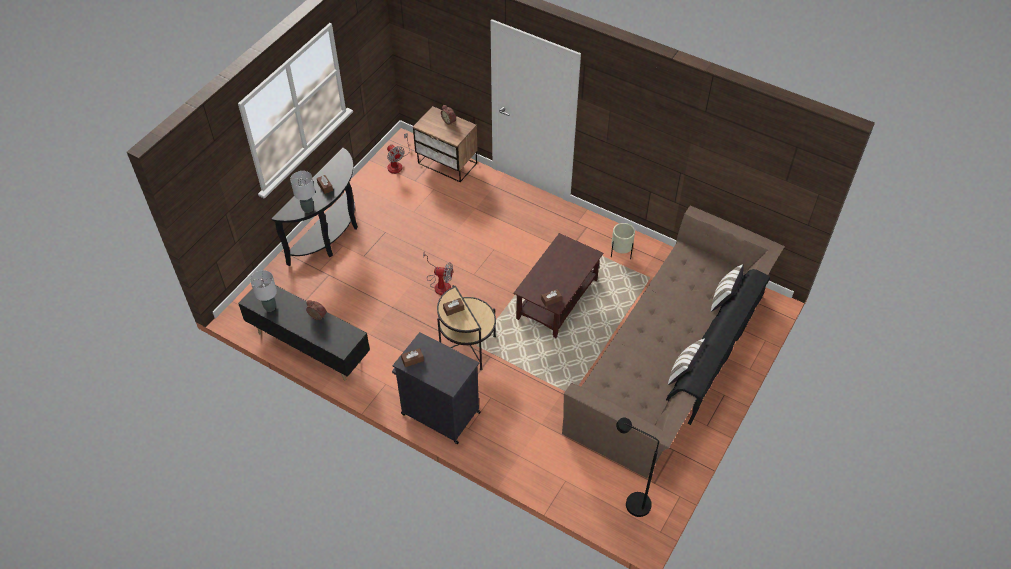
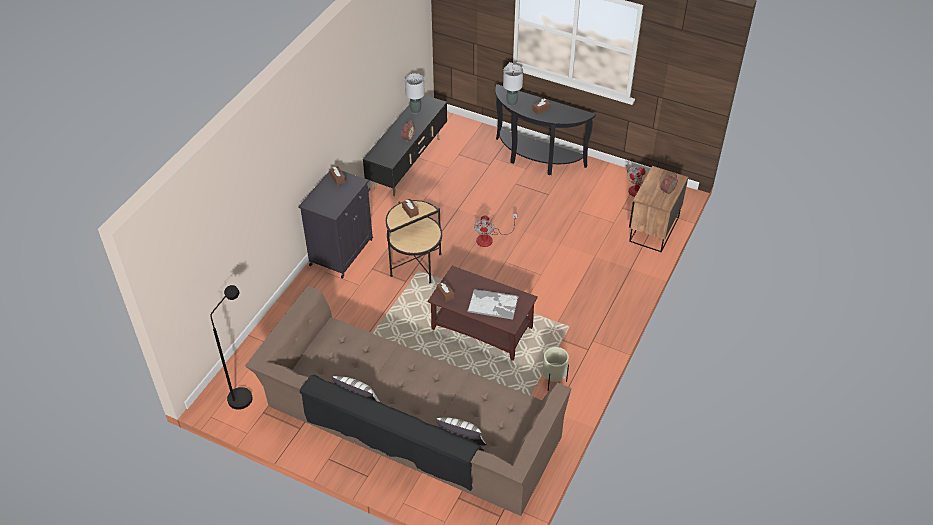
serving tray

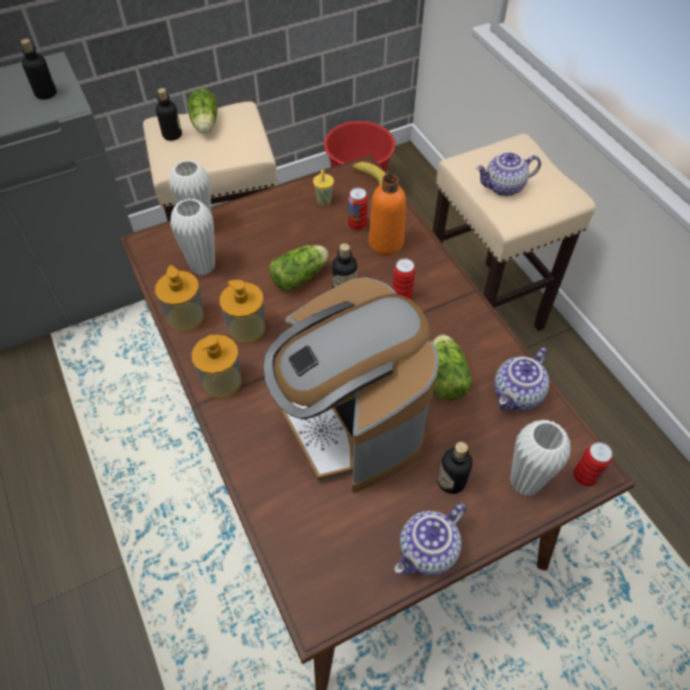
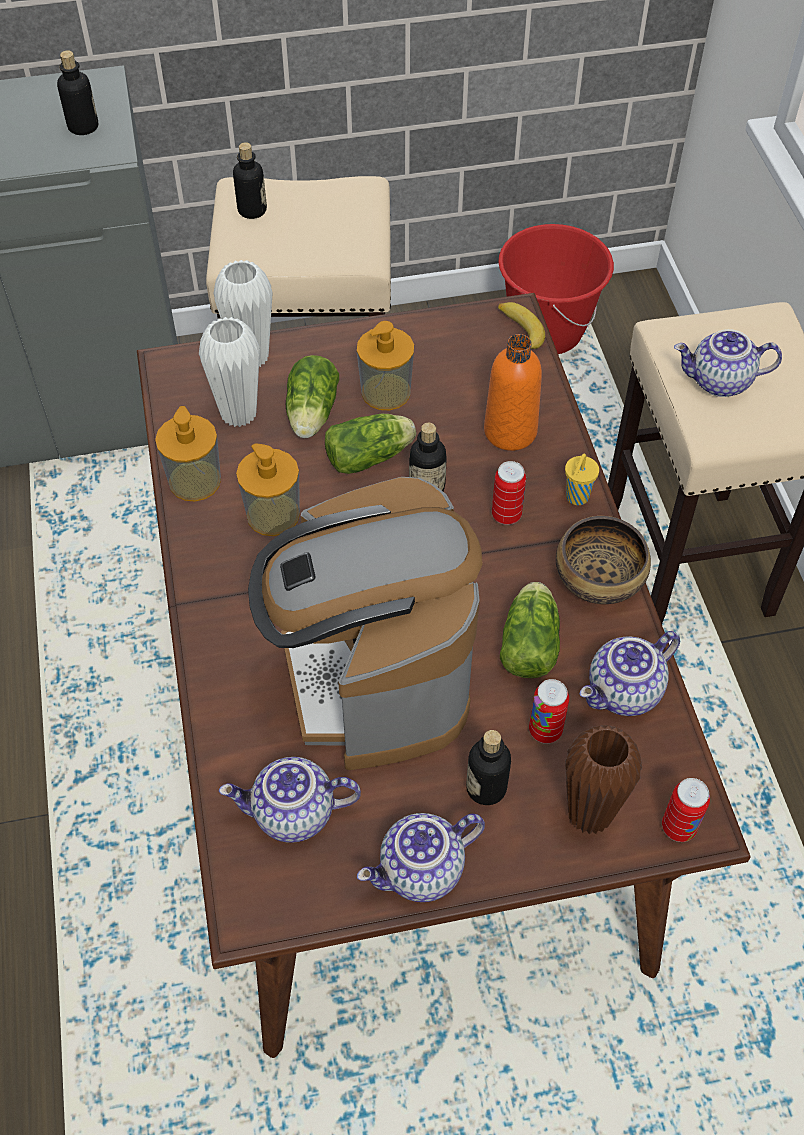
teapot (no. 1 from left)
lettuce (no. 1 from left)
soap dispenser (no. 3 from left)
can (no. 2 from left)
serving bowl
yellowish small cup
brown flower vase

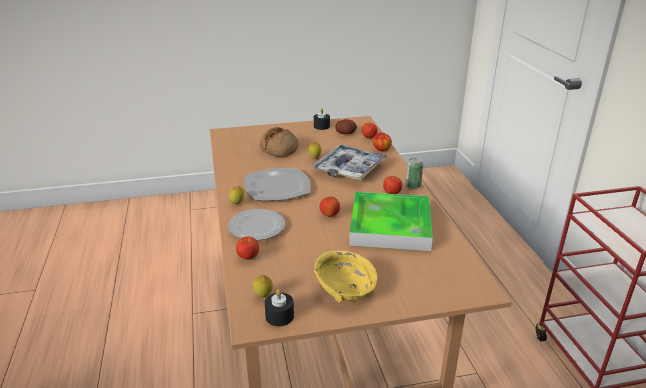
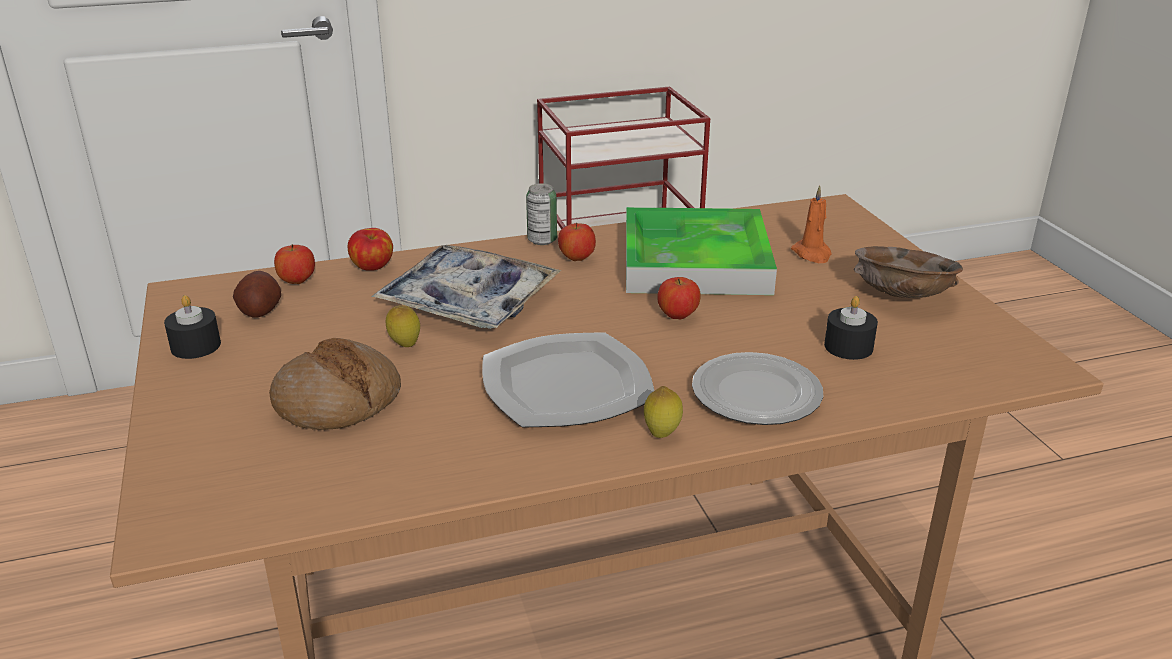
orange wax light
blackish wax light (no. 2 from left)
brown serving bowl
apple (no. 1 from left in the first image)
lemon (no. 2 from left in the first image)

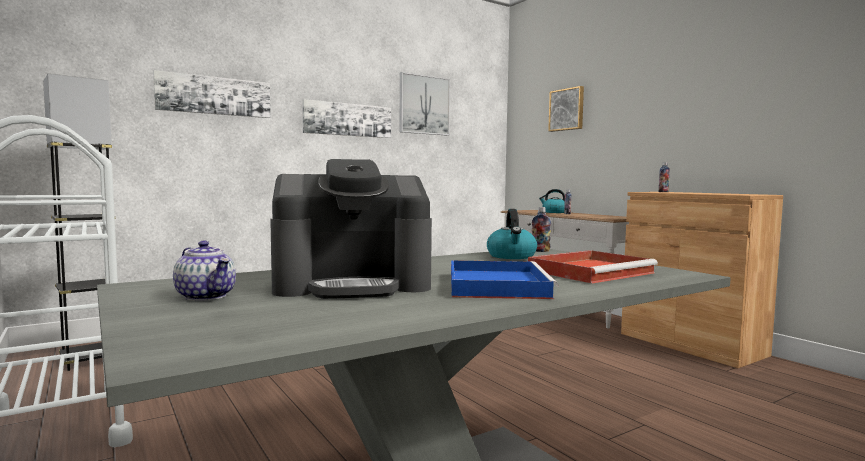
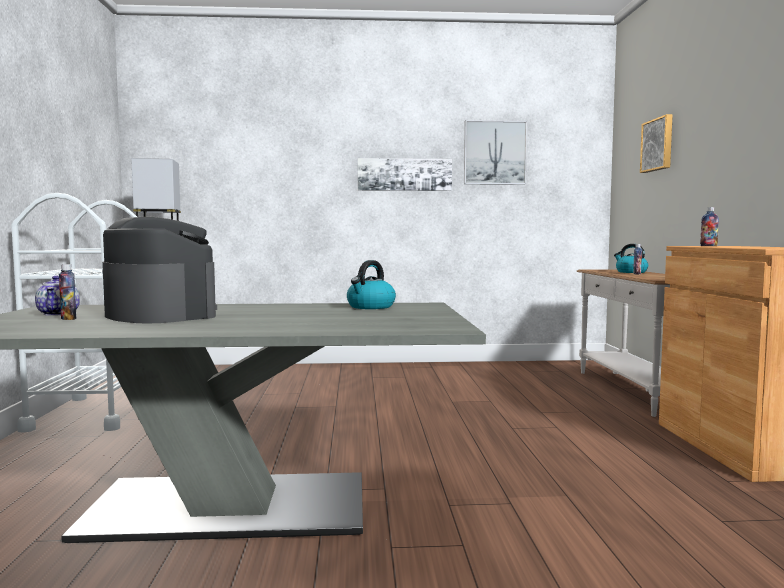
bottle (no. 1 from left)
coffee maker
wall art (no. 1 from left in the first image)
blue-coloured serving tray
red serving tray

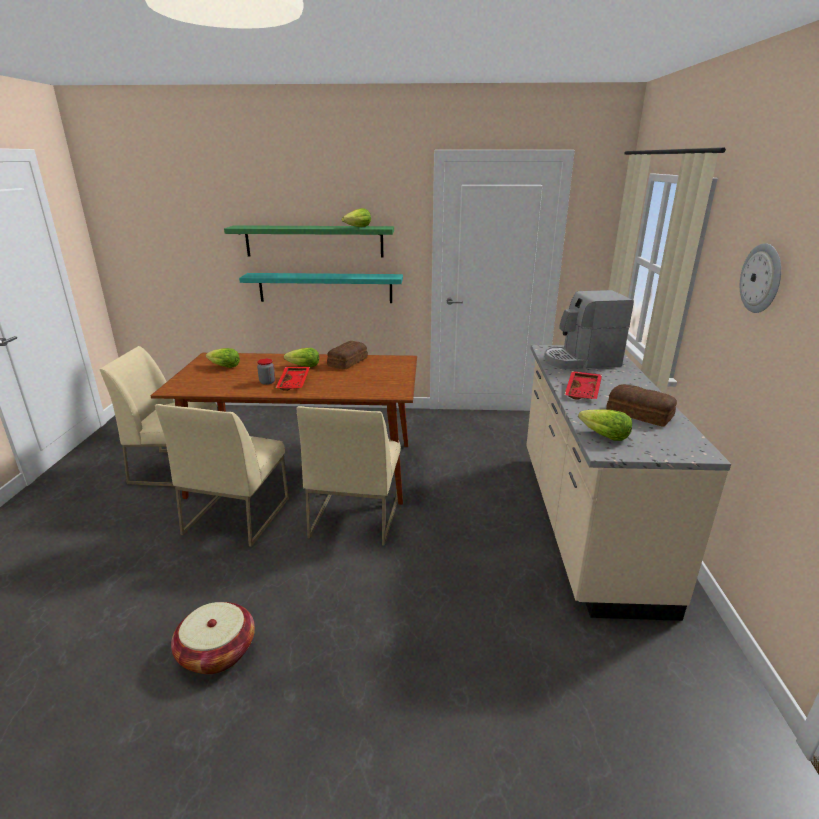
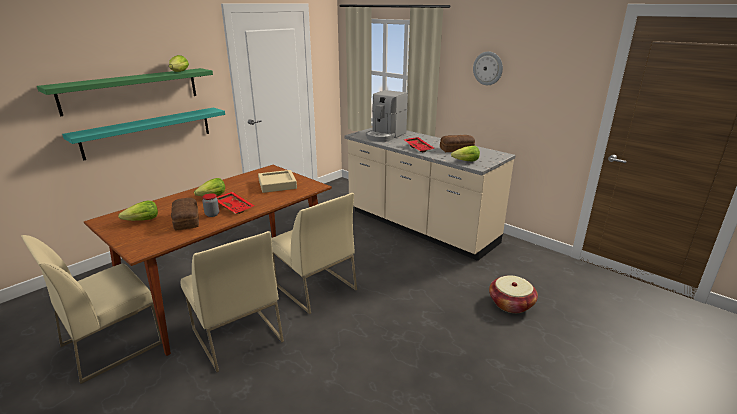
bread (no. 1 from left)
beige-coloured serving tray
basket

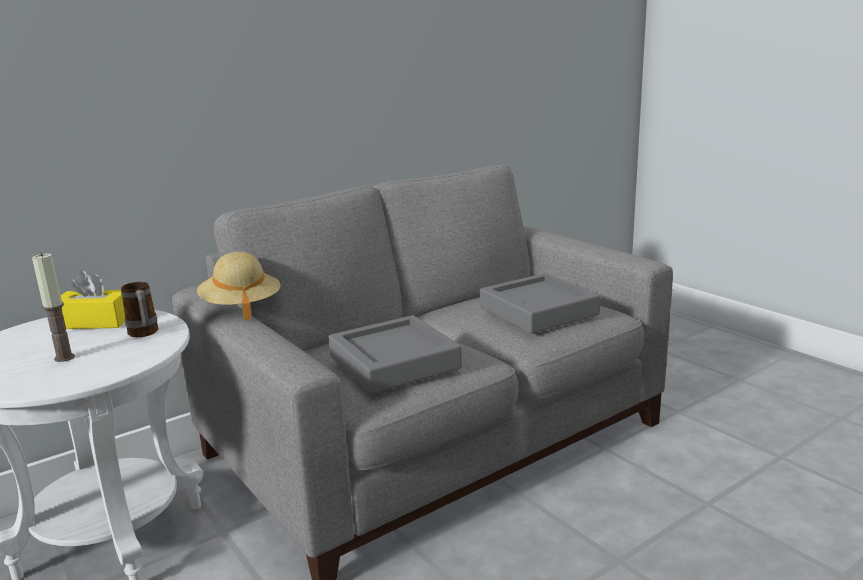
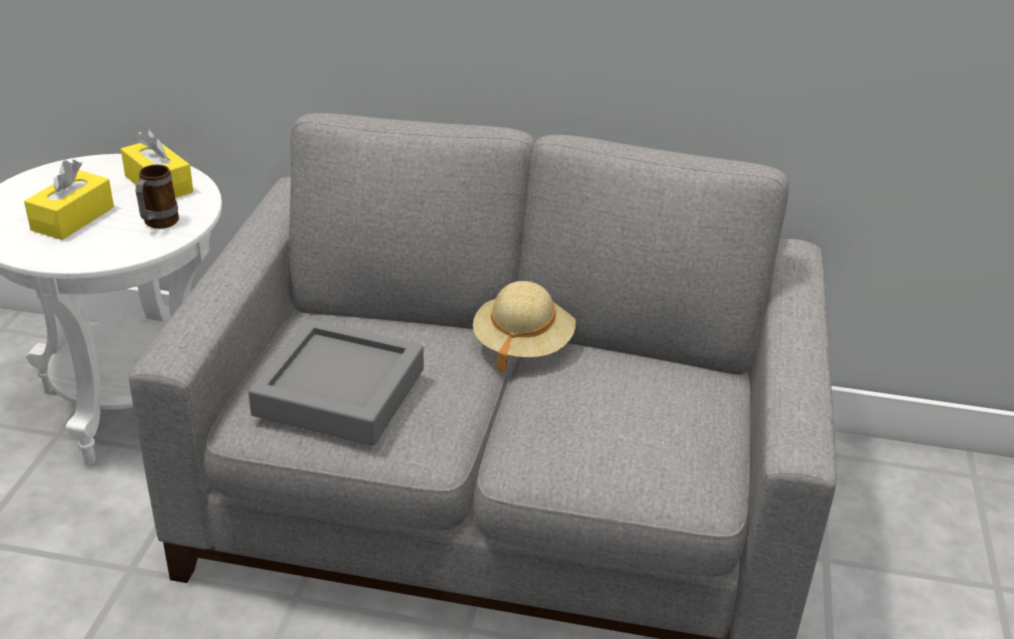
yellowish tissue box (no. 1 from left)
beige-coloured hat
grey serving tray (no. 2 from left in the first image)

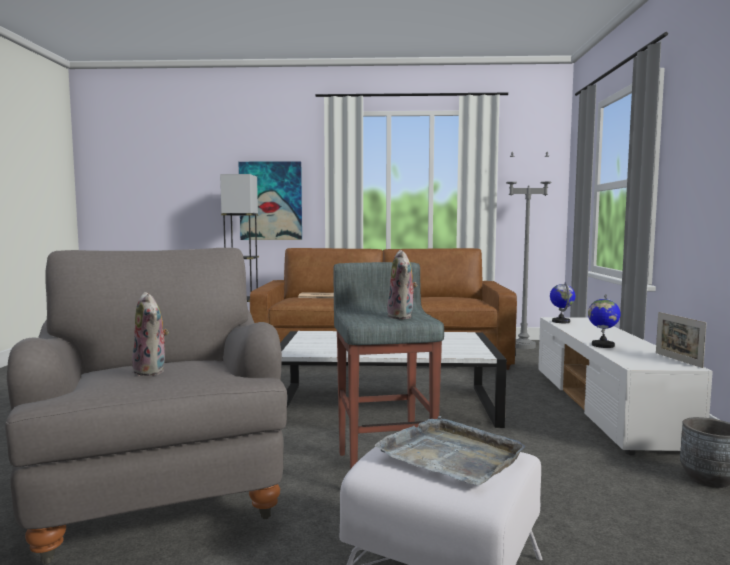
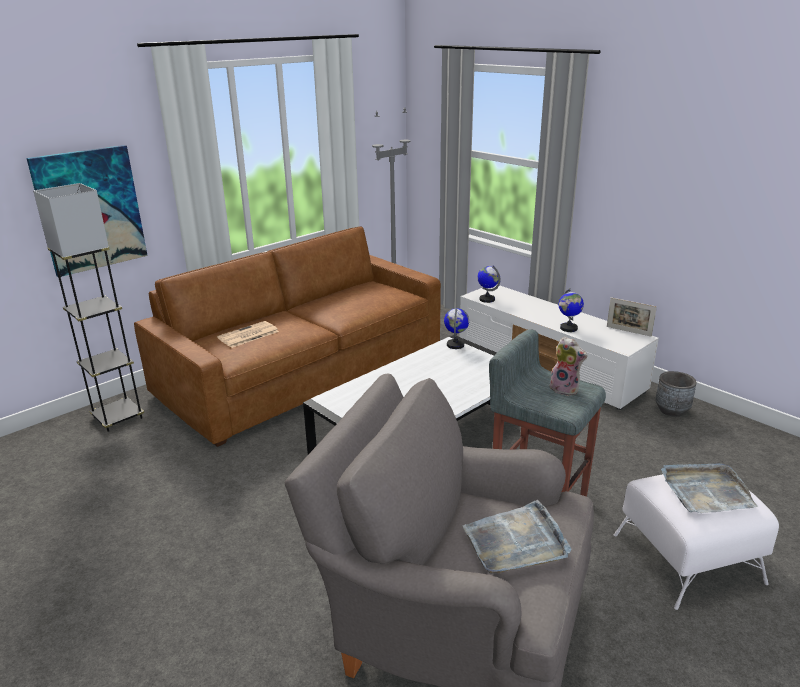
desk globe (no. 1 from left)
grey serving tray (no. 1 from left)

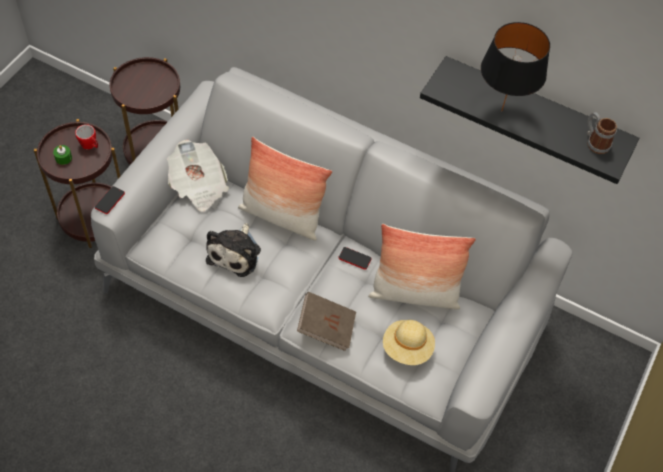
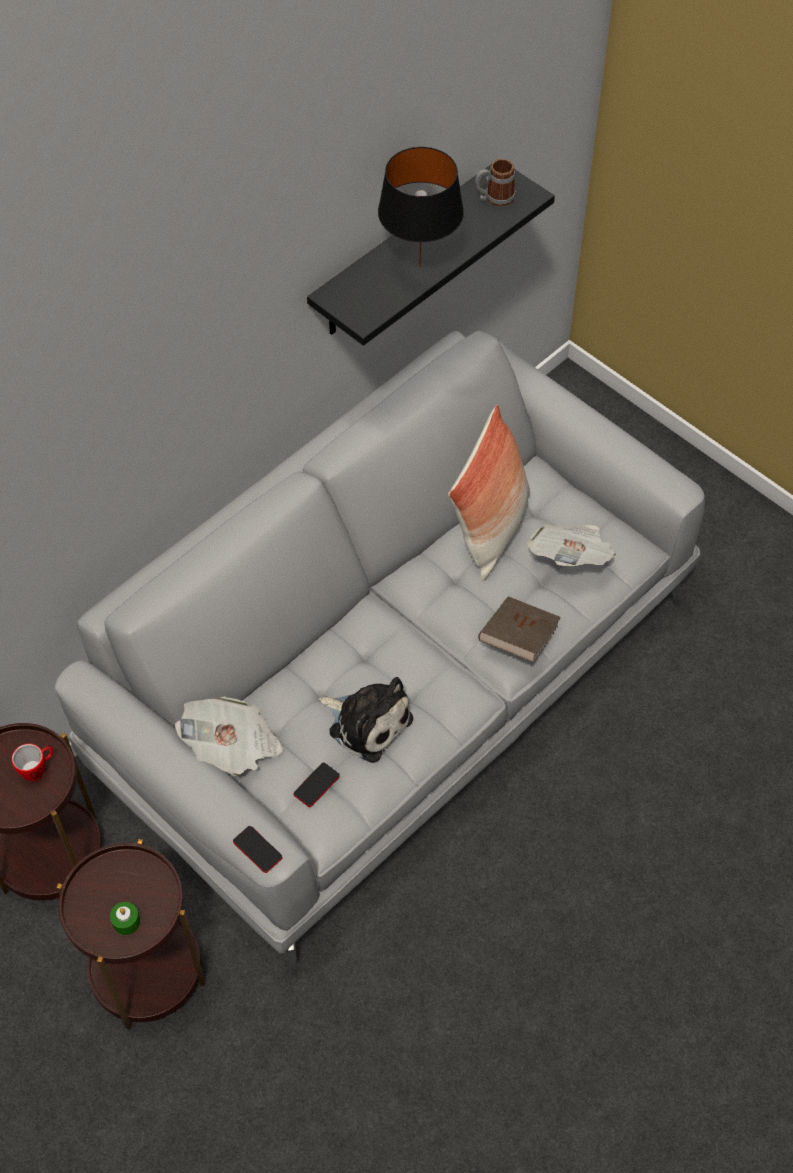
coffee mug (no. 1 from left)
telephone (no. 2 from left)
newspaper (no. 2 from left)
pillow (no. 1 from left in the first image)

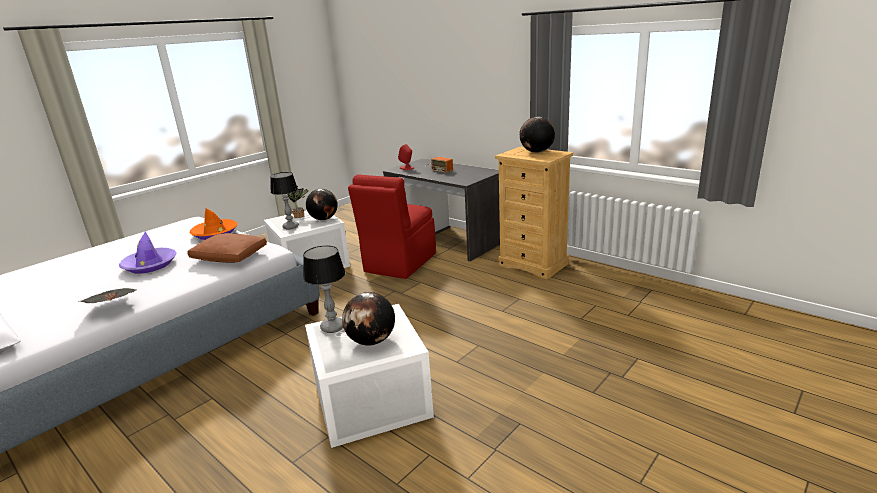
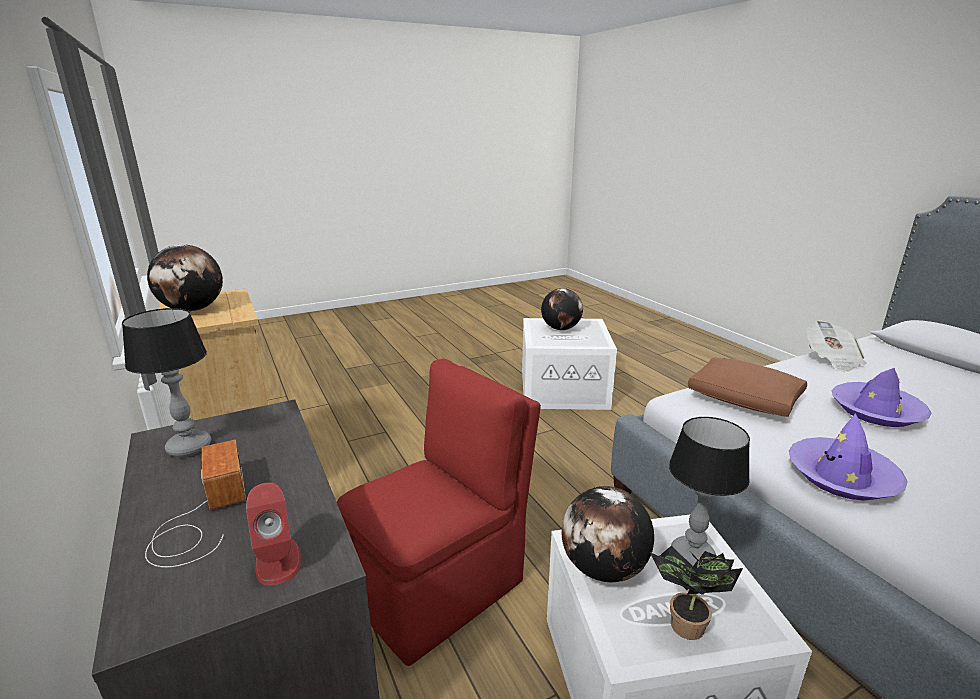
table lamp (no. 1 from left)
purplish hat (no. 1 from left)

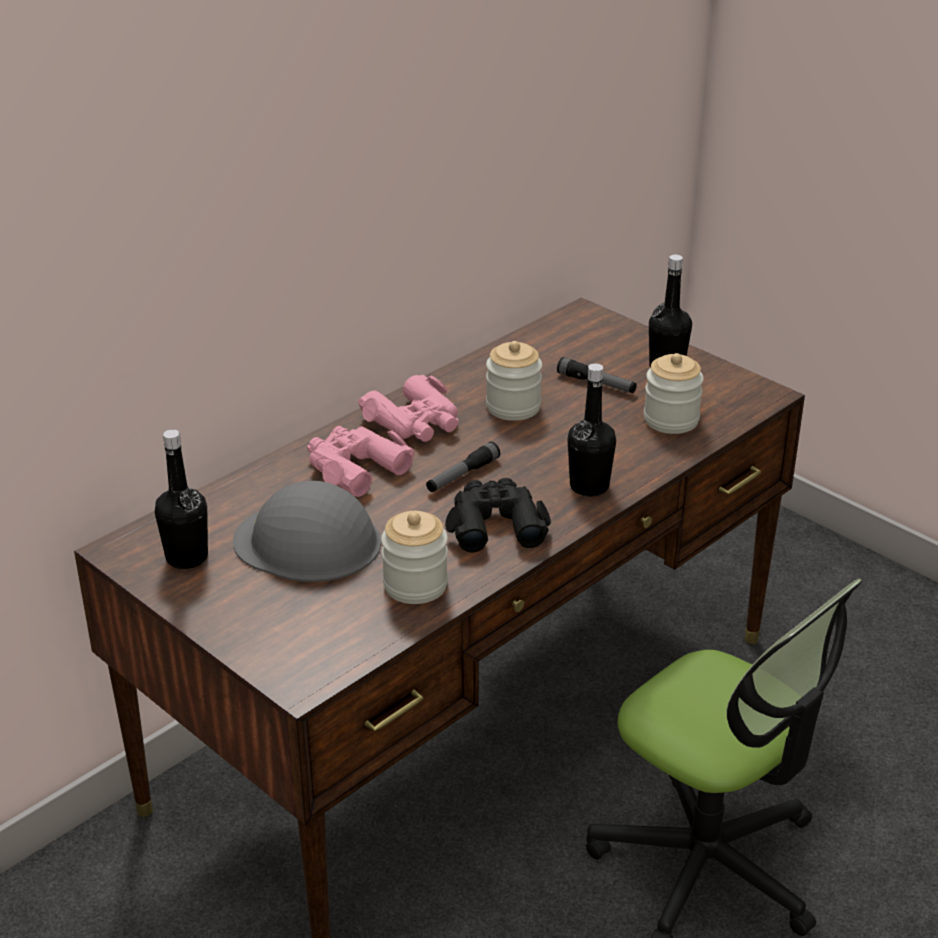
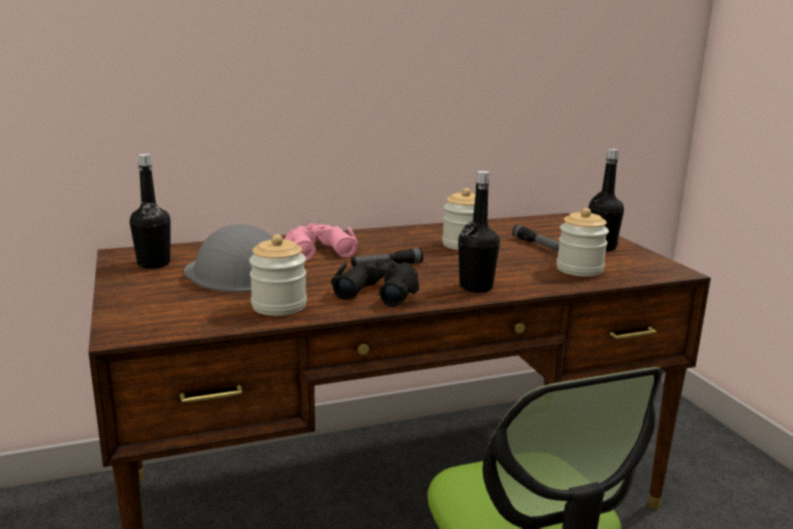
pink binoculars (no. 2 from left in the first image)

